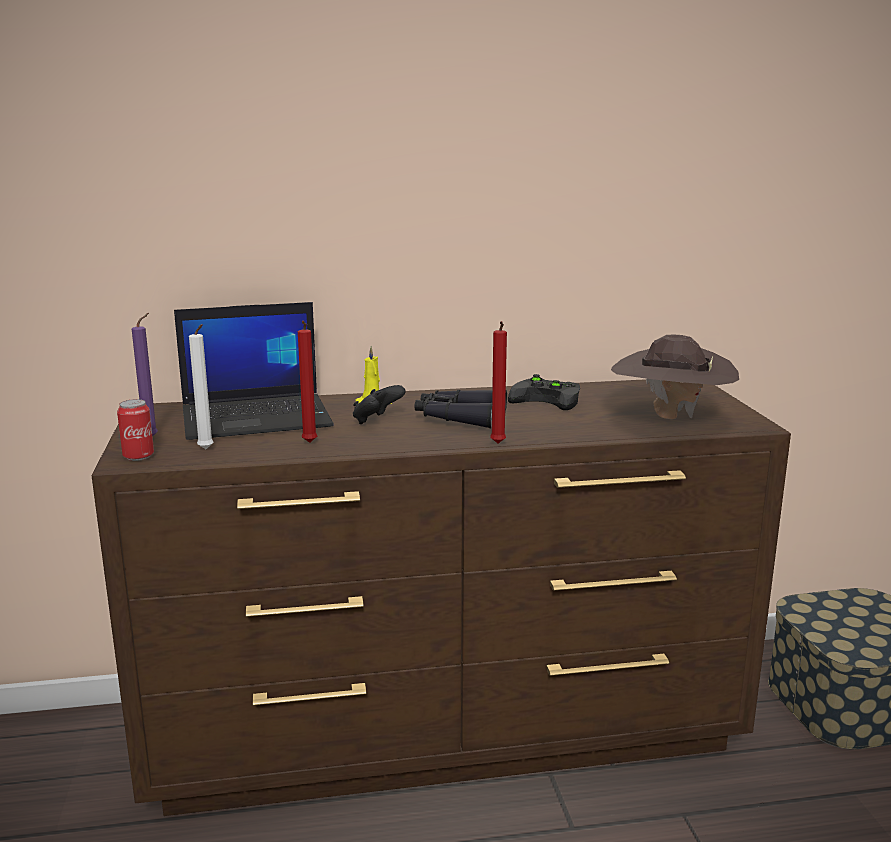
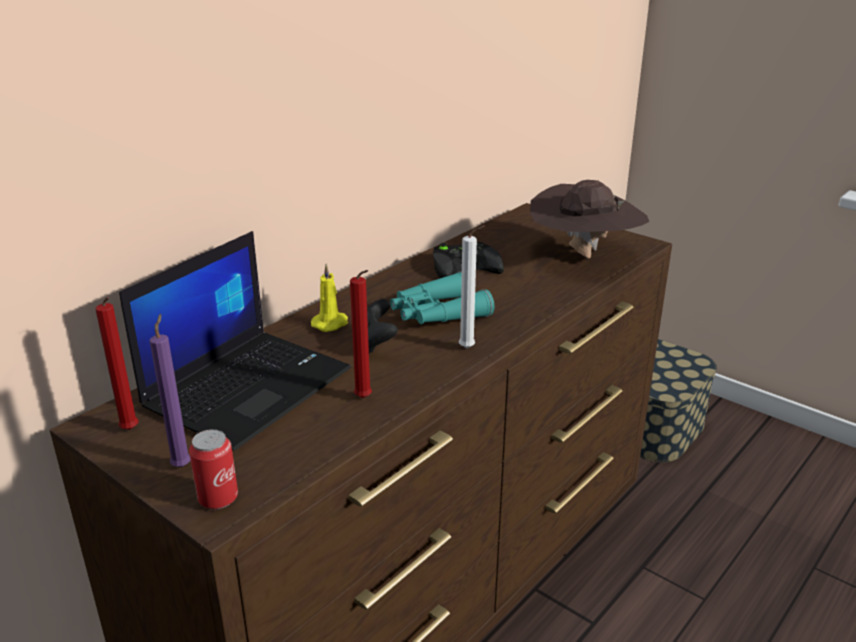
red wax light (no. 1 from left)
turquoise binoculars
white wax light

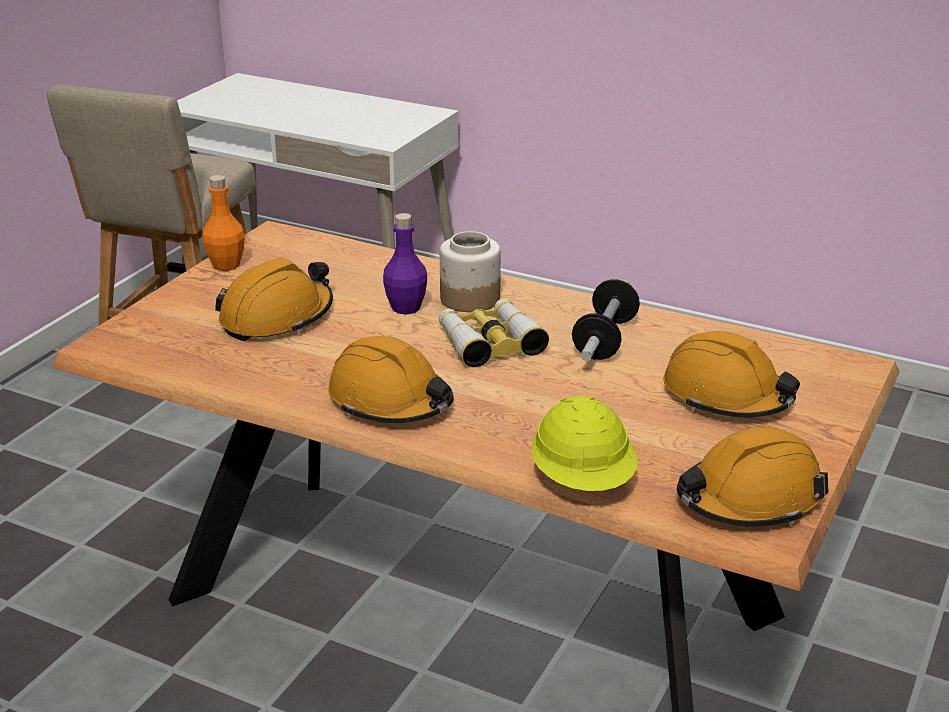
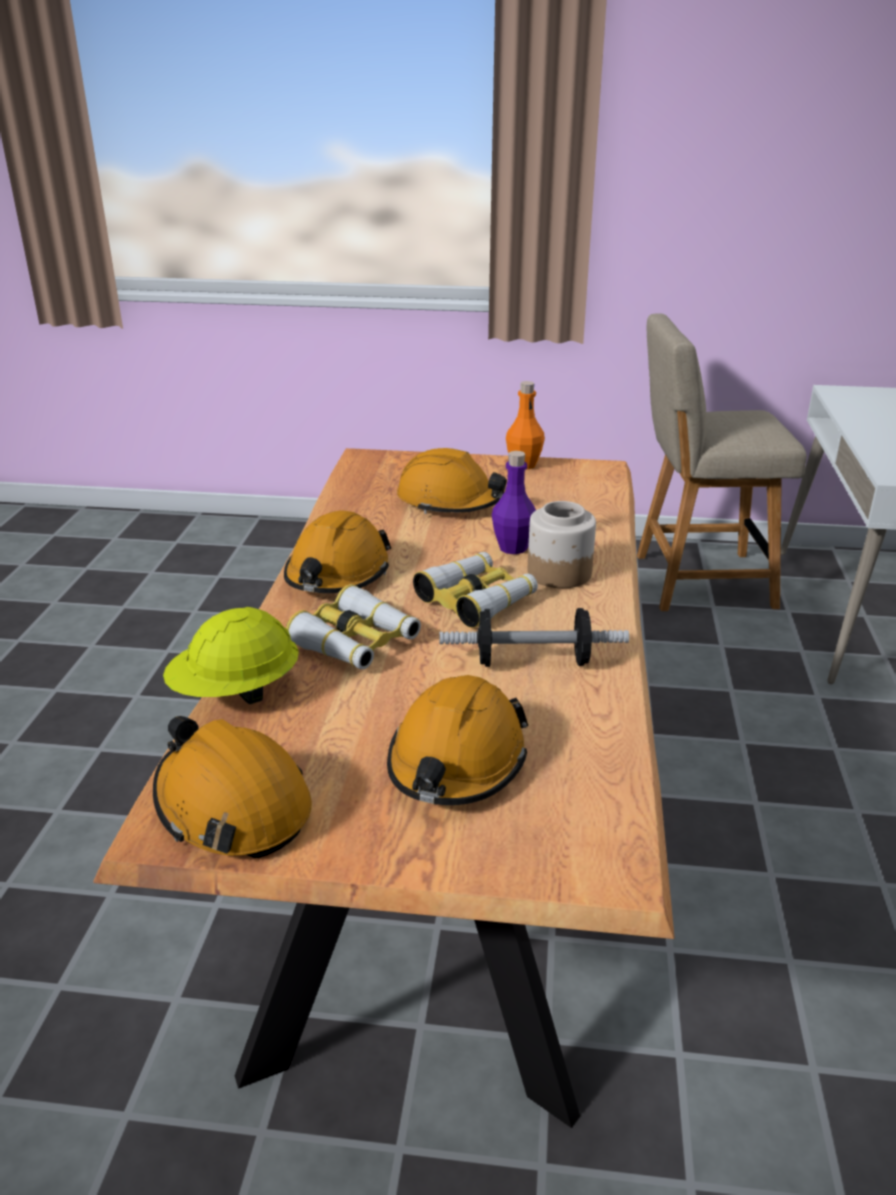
binoculars (no. 1 from left)

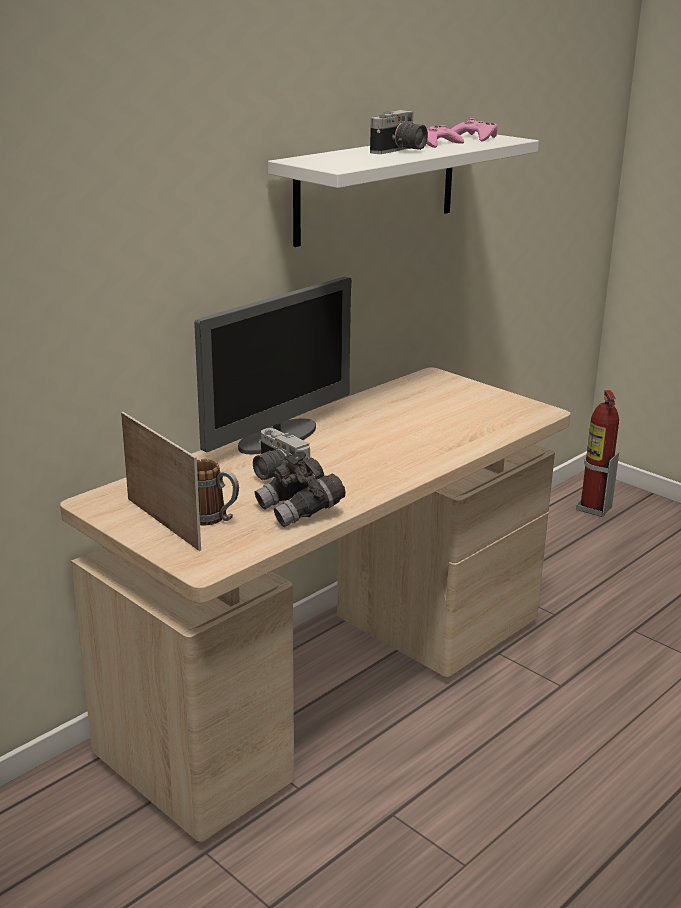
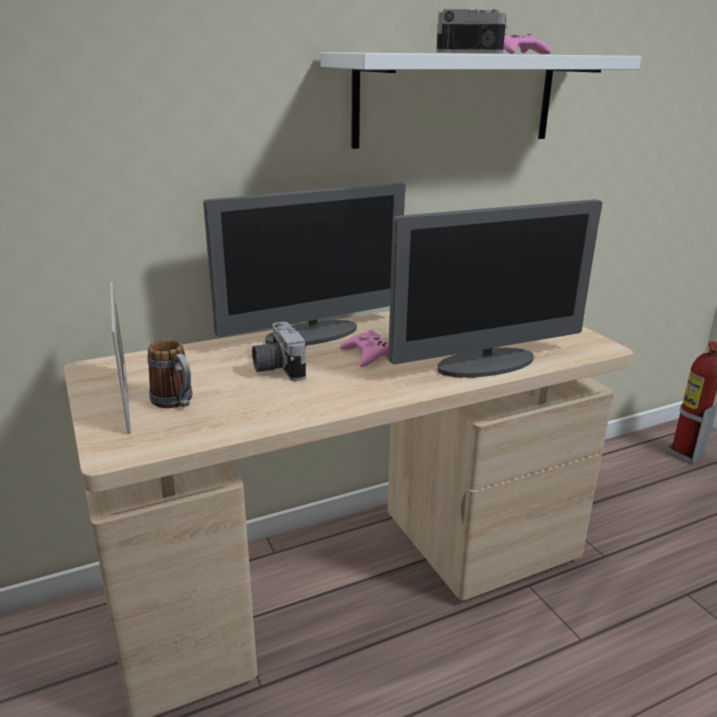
pink gamepad (no. 1 from left)
computer display (no. 2 from left)
photo camera (no. 2 from left)
grey binoculars

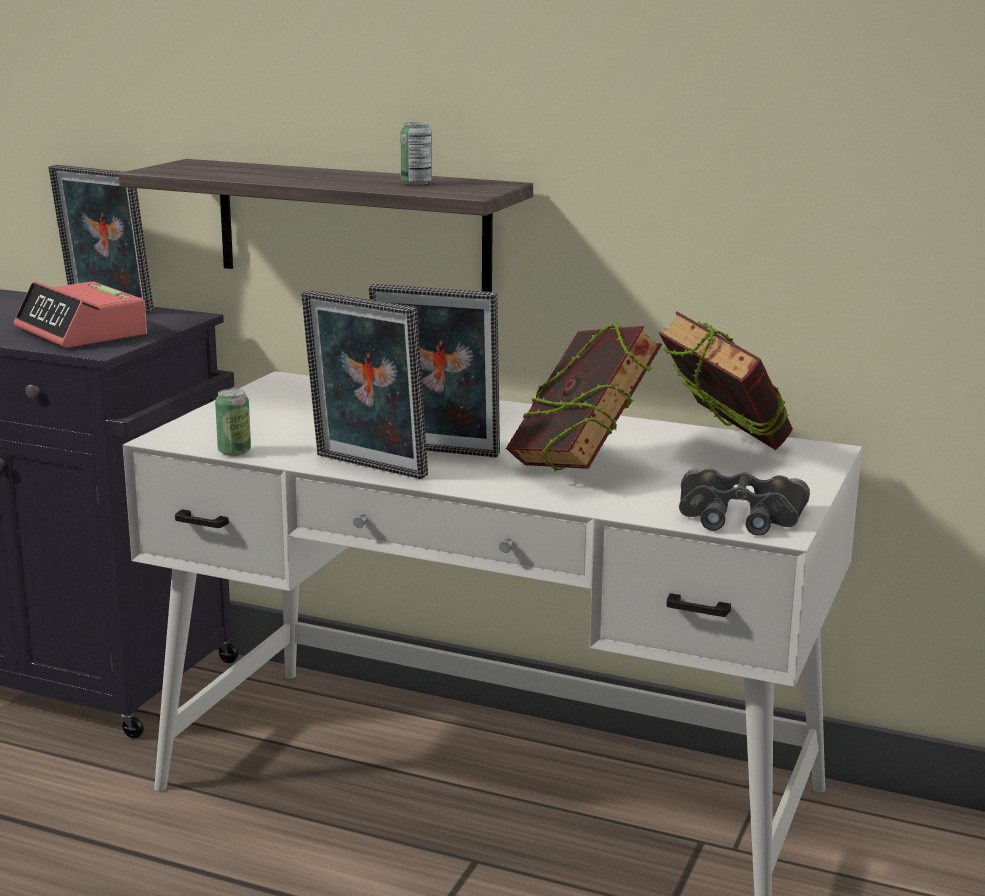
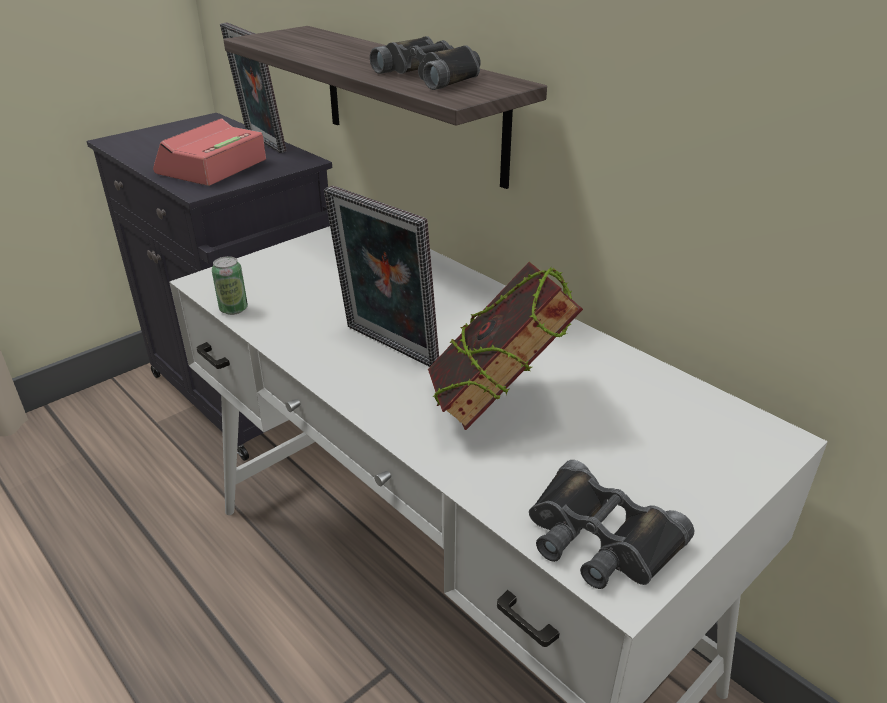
alarm clock
blackish binoculars (no. 1 from left)
photo frame (no. 2 from left in the first image)
book (no. 2 from left in the first image)

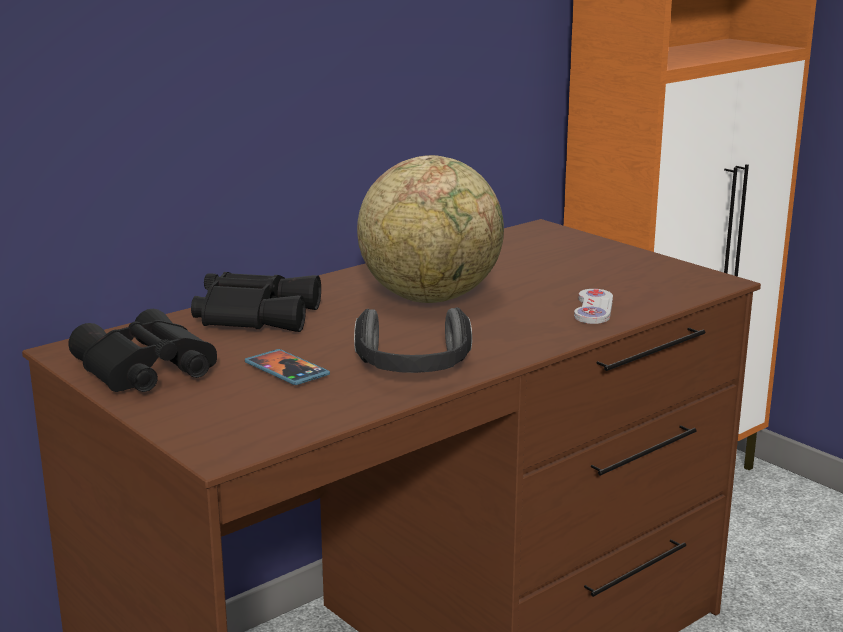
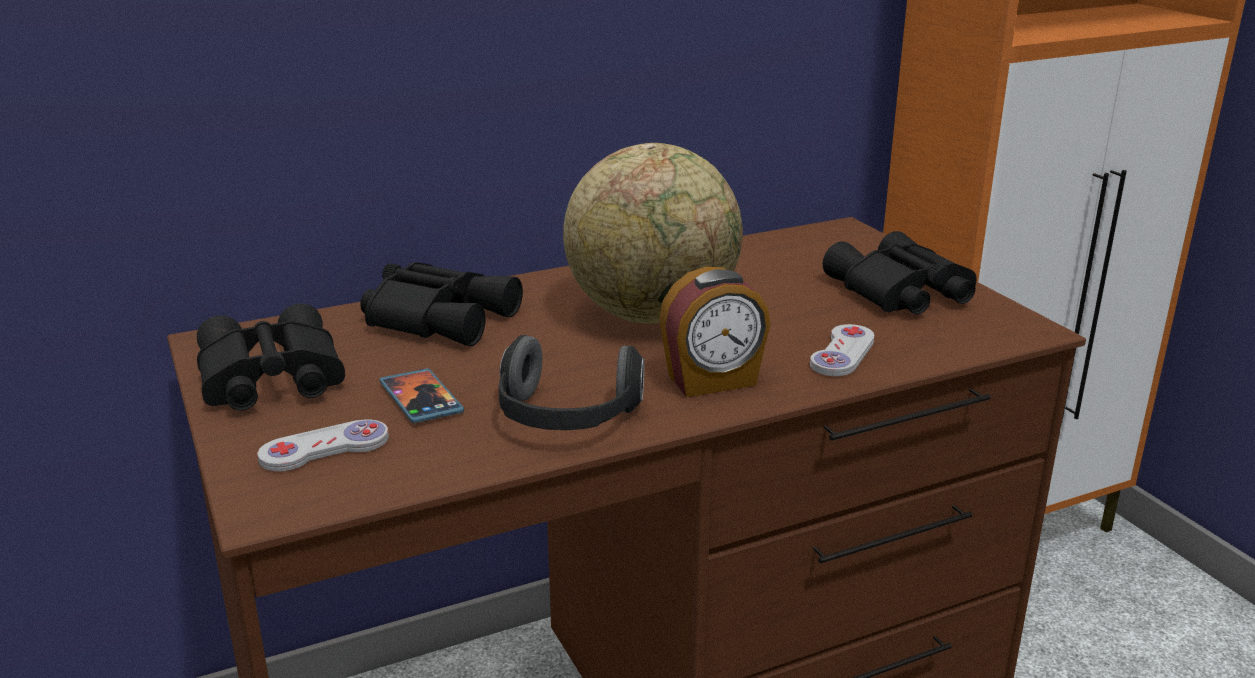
white gamepad (no. 1 from left)
alarm clock
blackish binoculars (no. 3 from left)

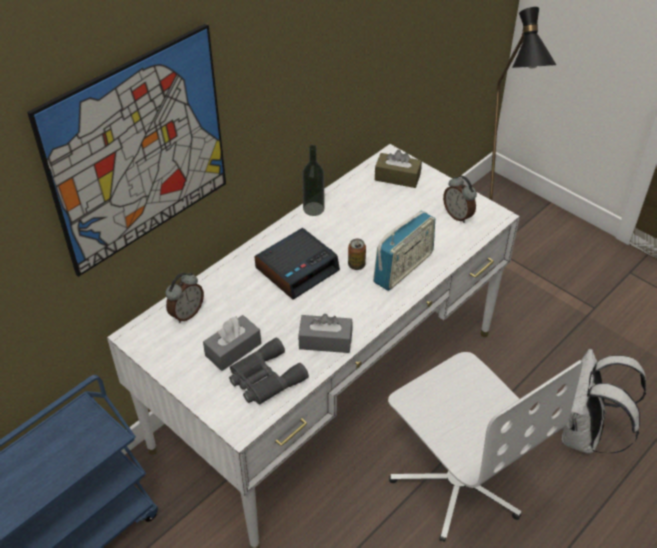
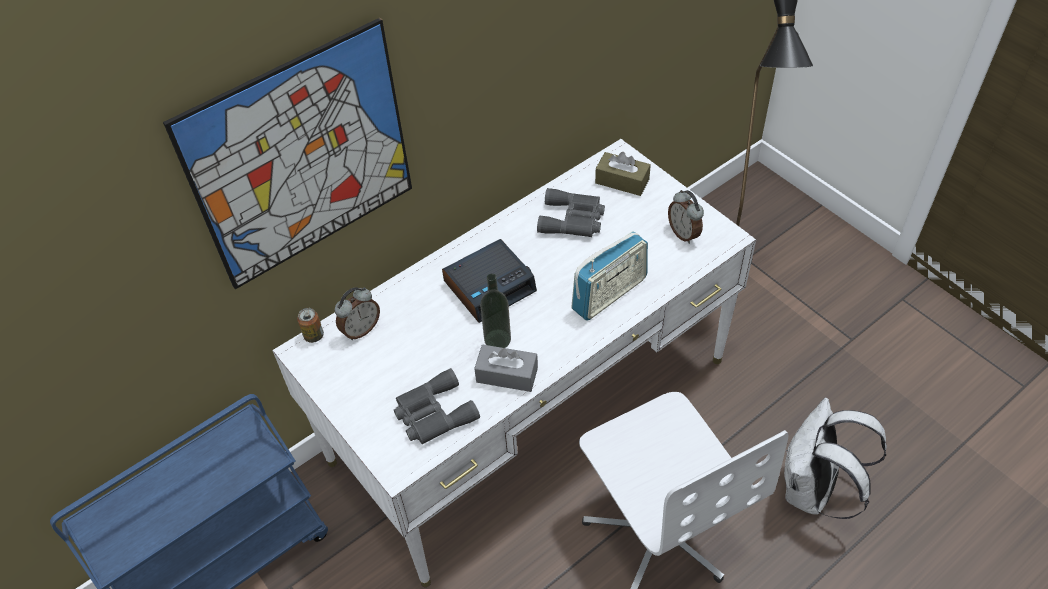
can
bottle
grey binoculars (no. 2 from left)
grey tissue box (no. 1 from left in the first image)

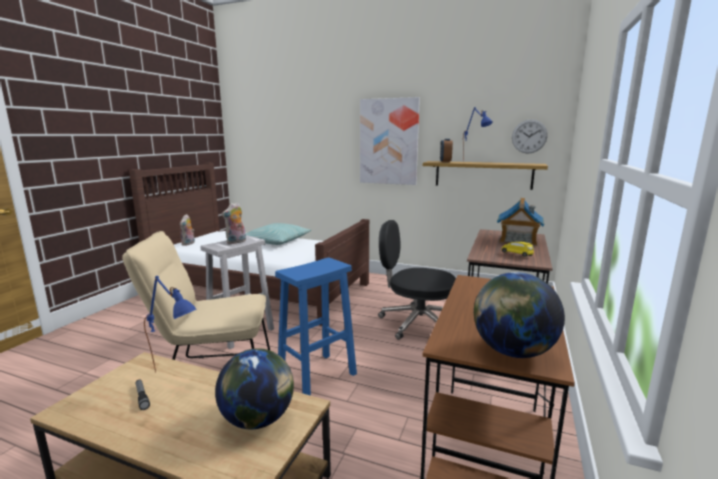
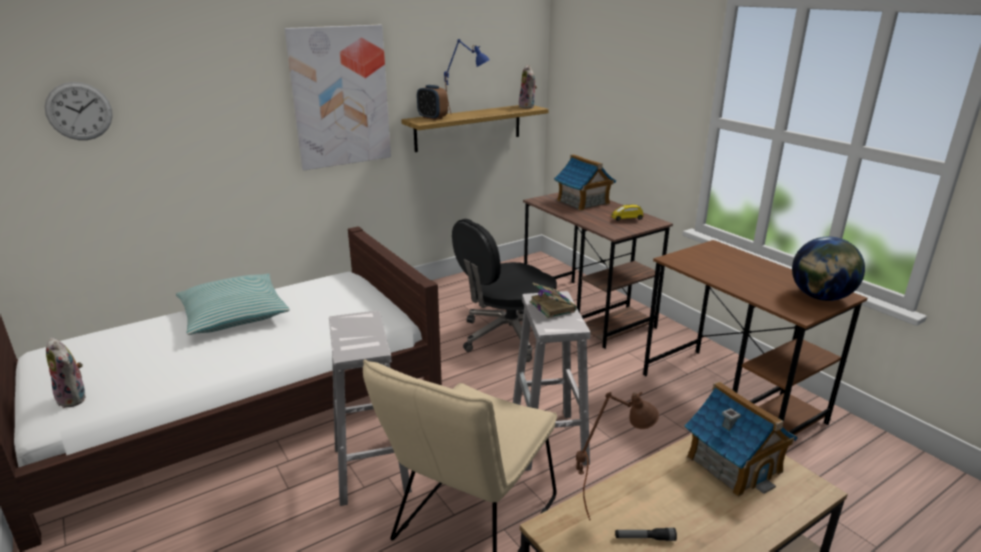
wall clock
white stool seat (no. 2 from left)
plush toy (no. 2 from left)
book
brown table lamp
miniature house (no. 2 from left)

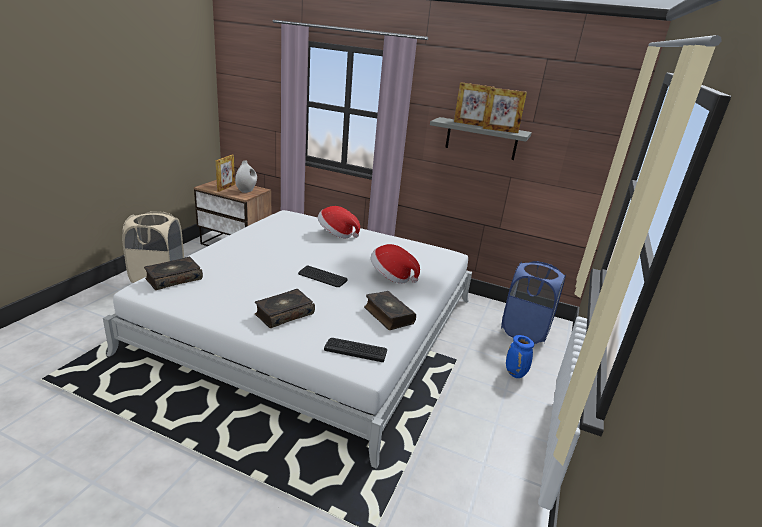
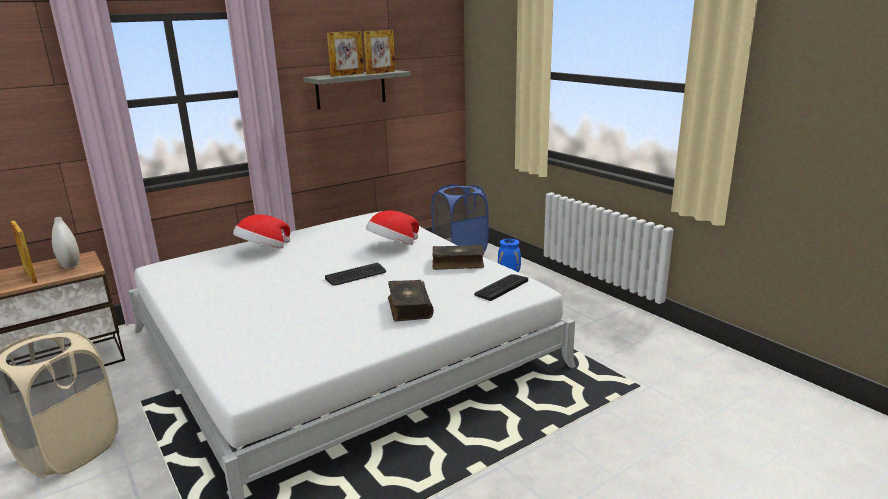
book (no. 1 from left in the first image)

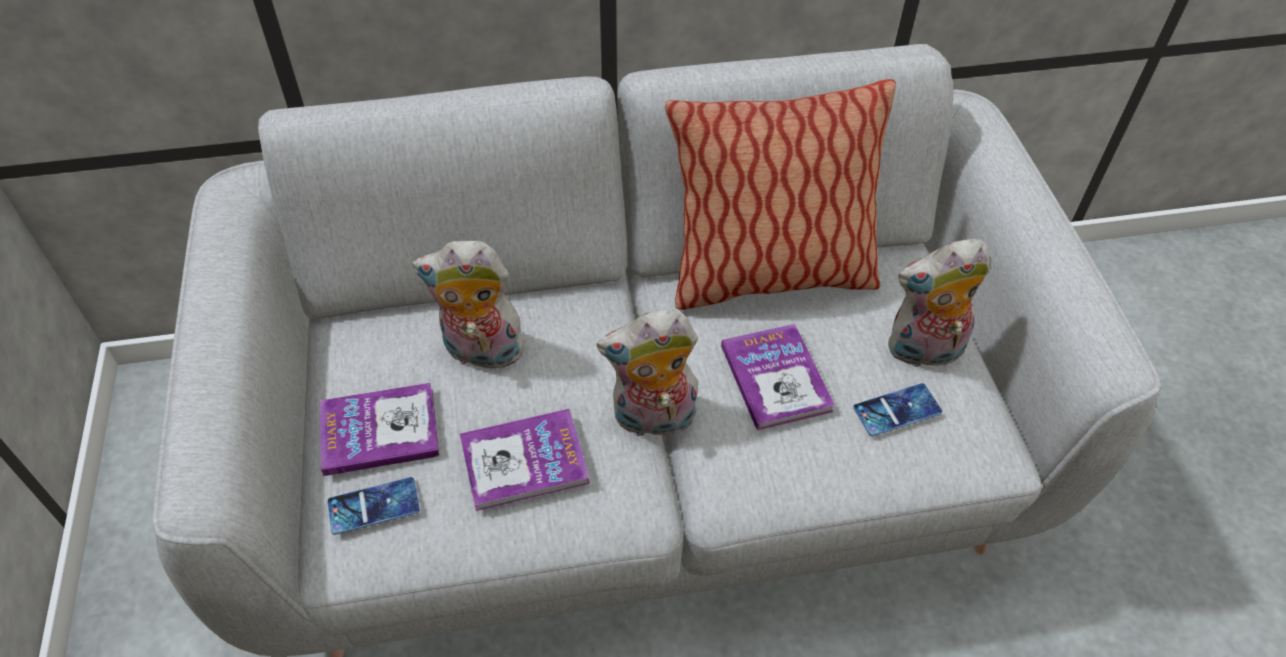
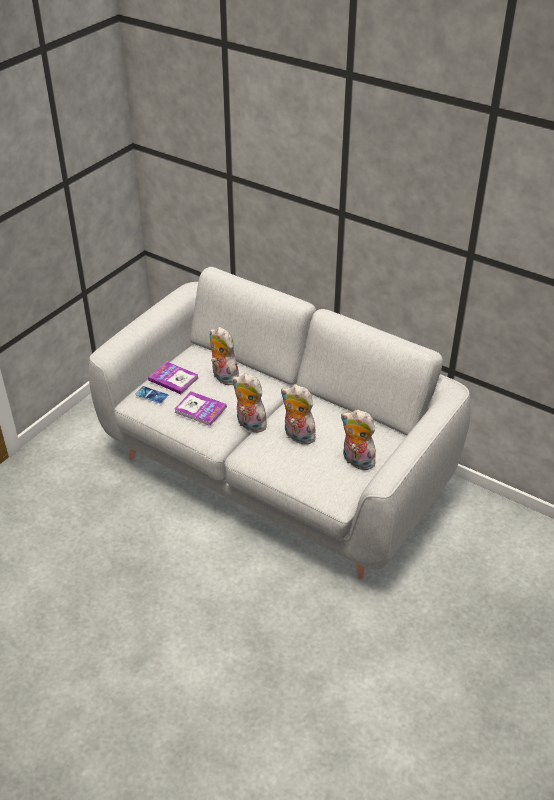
plush toy (no. 3 from left)
pillow
telephone (no. 2 from left in the first image)

